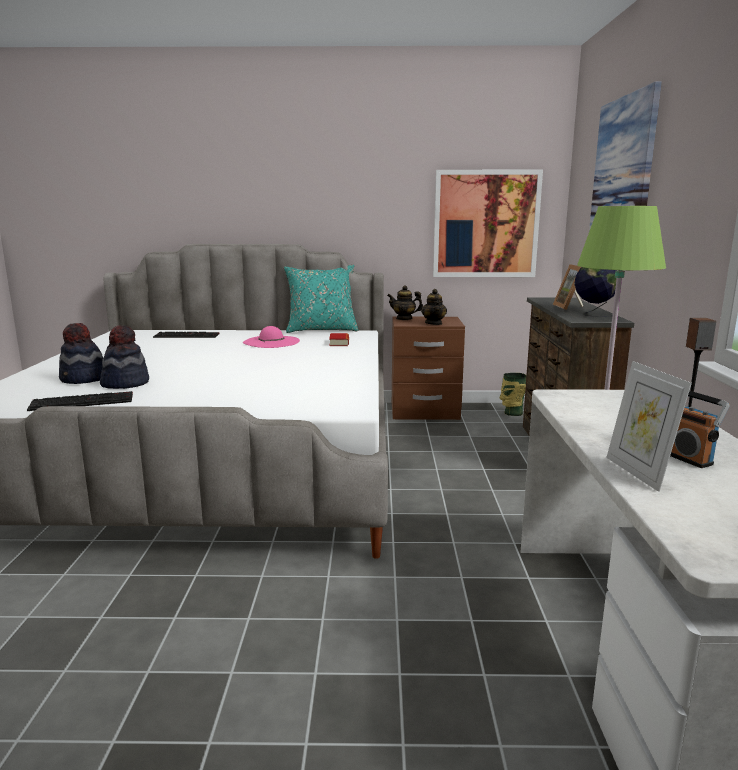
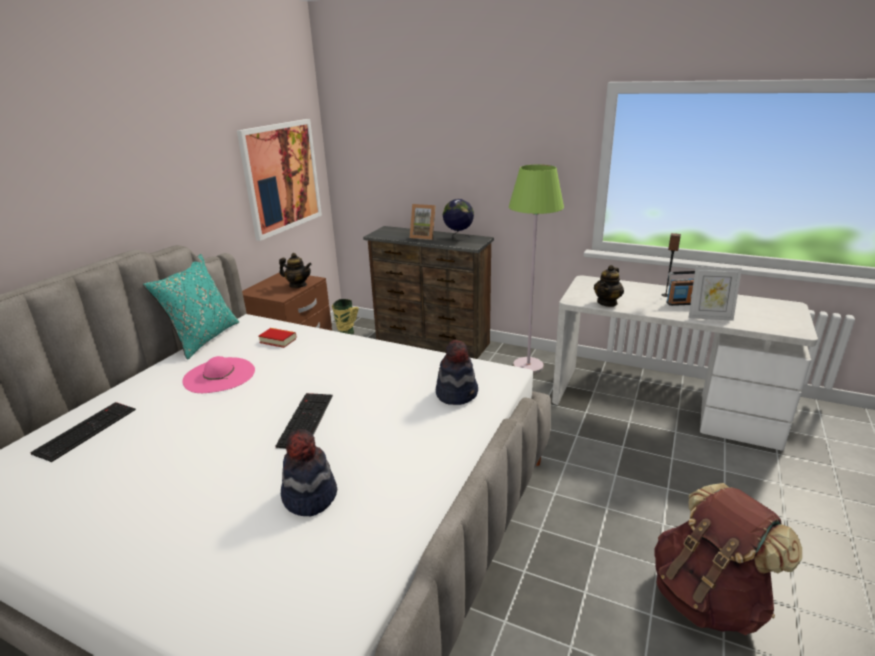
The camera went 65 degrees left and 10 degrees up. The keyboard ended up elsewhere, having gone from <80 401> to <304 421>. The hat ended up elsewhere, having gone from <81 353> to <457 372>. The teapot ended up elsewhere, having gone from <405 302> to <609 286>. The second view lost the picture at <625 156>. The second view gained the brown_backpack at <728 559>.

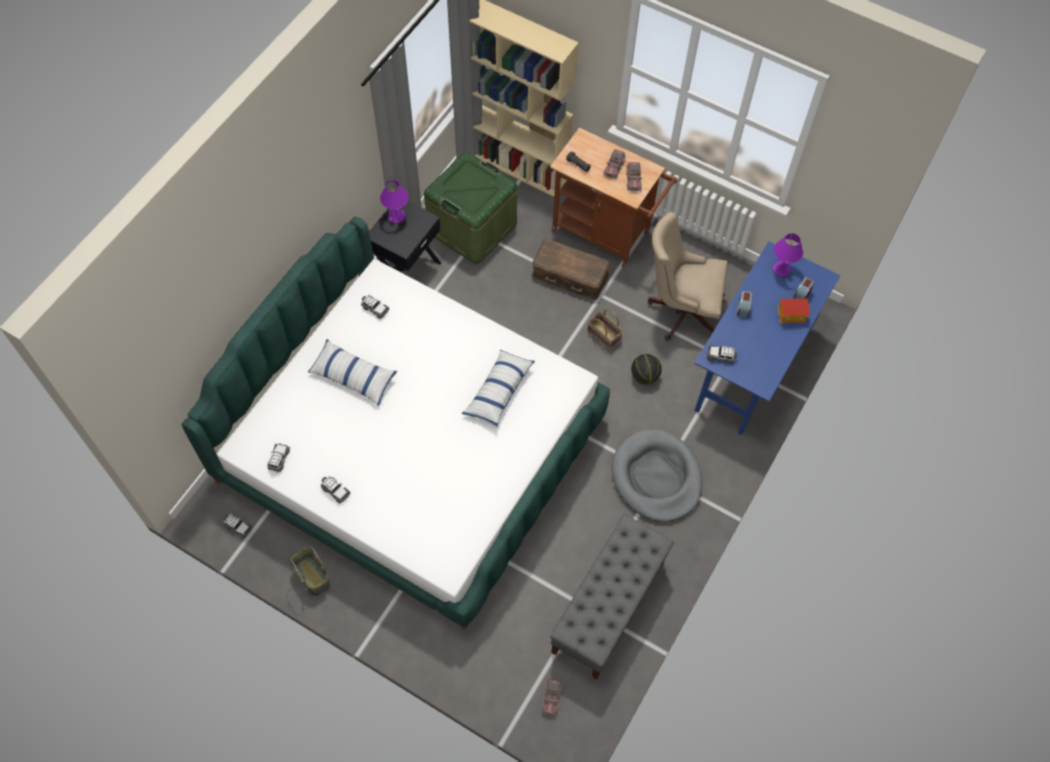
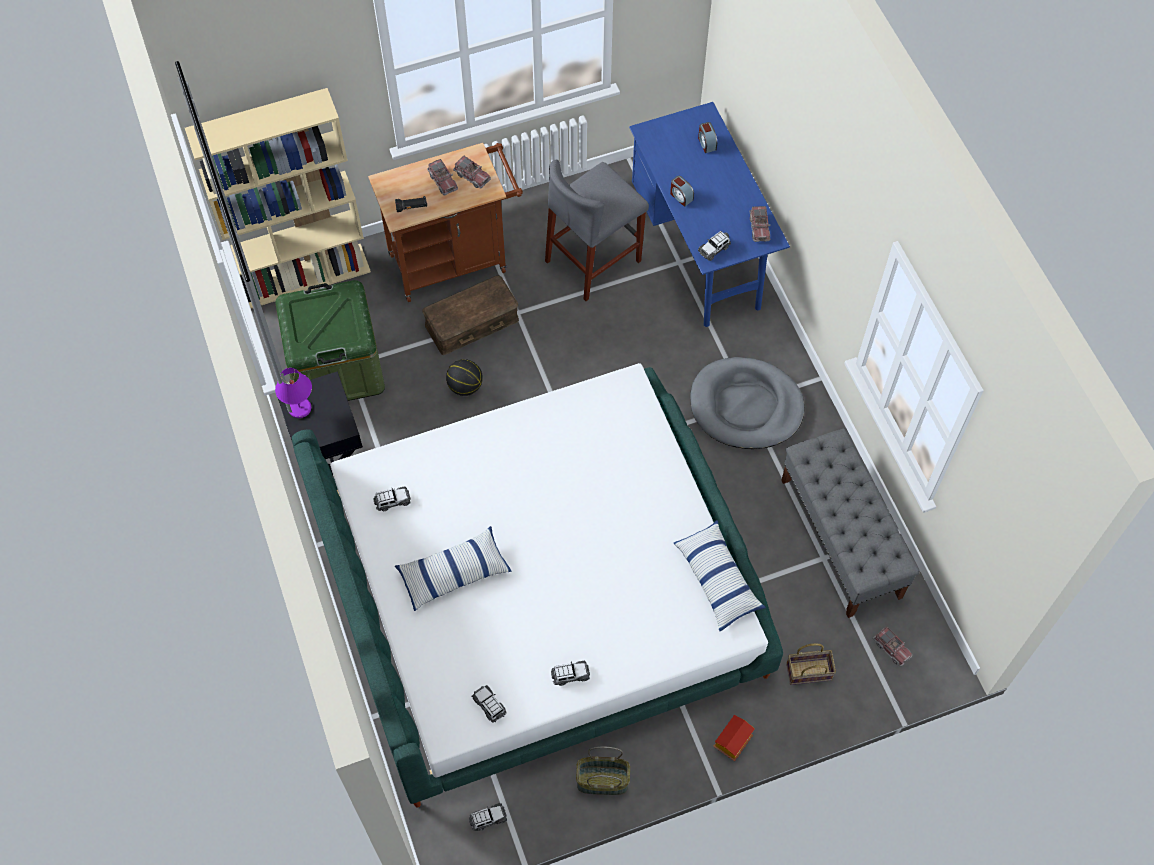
The camera went 50 degrees left and 0 degrees up. The pillow ended up elsewhere, having gone from <498 388> to <720 575>. The basket ended up elsewhere, having gone from <605 329> to <811 664>. The basketball ended up elsewhere, having gone from <646 369> to <464 377>. Where the beige_office_chair stood at <688 276>, the grey_stool came to stand at <597 230>. The second view lost the purple_table_lamp at <788 255>. The toy_house ended up elsewhere, having gone from <793 310> to <734 738>. The second view gained the toy_truck at <760 224>.

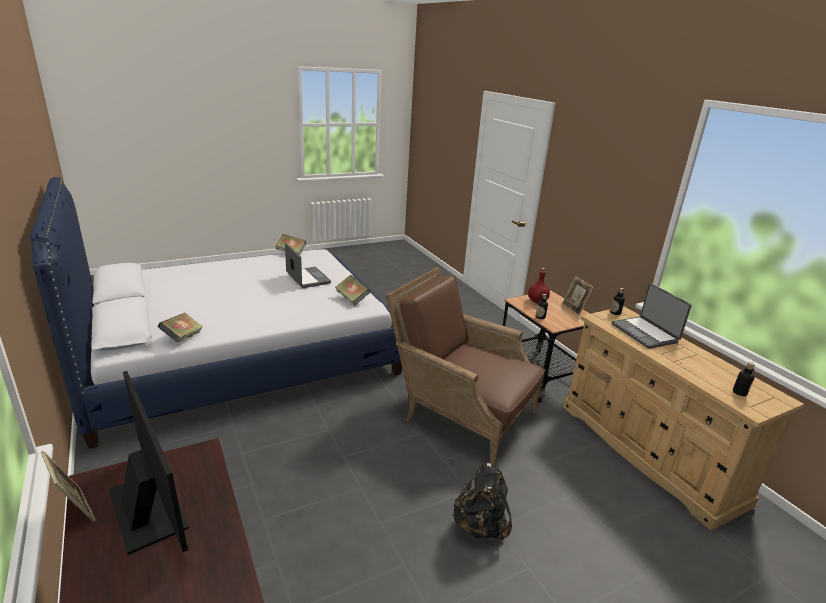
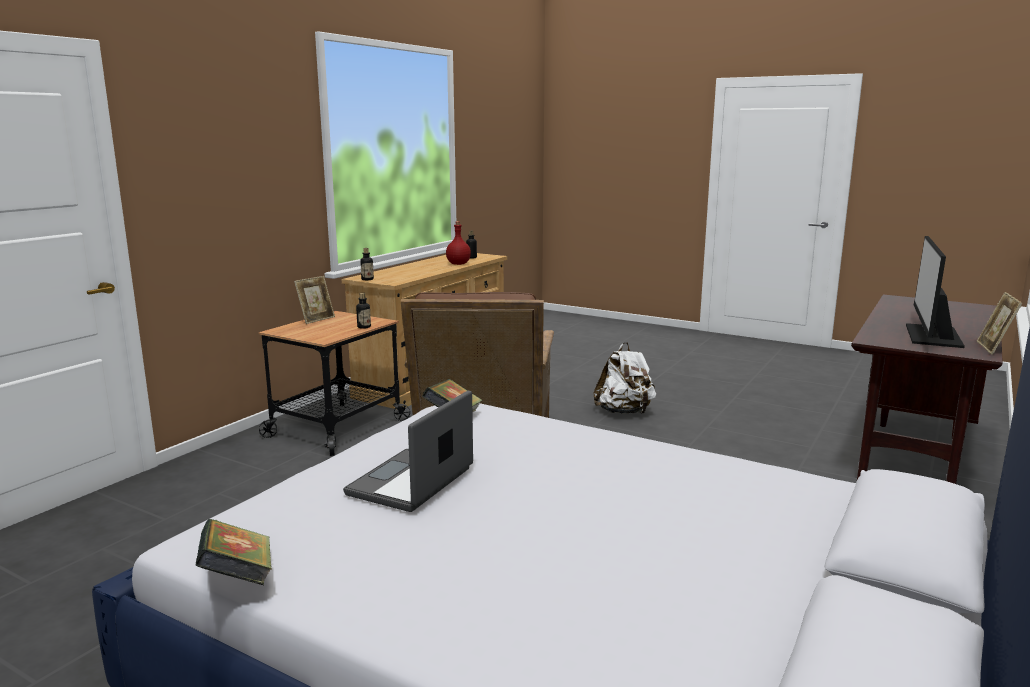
The camera went 120 degrees left and 10 degrees down. The second view lost the book at <180 327>. What was the black_backpack at <482 502> turned into the white_backpack at <625 378>. The red_bottle ended up elsewhere, having gone from <539 285> to <458 243>. The second view lost the laptop at <652 316>.

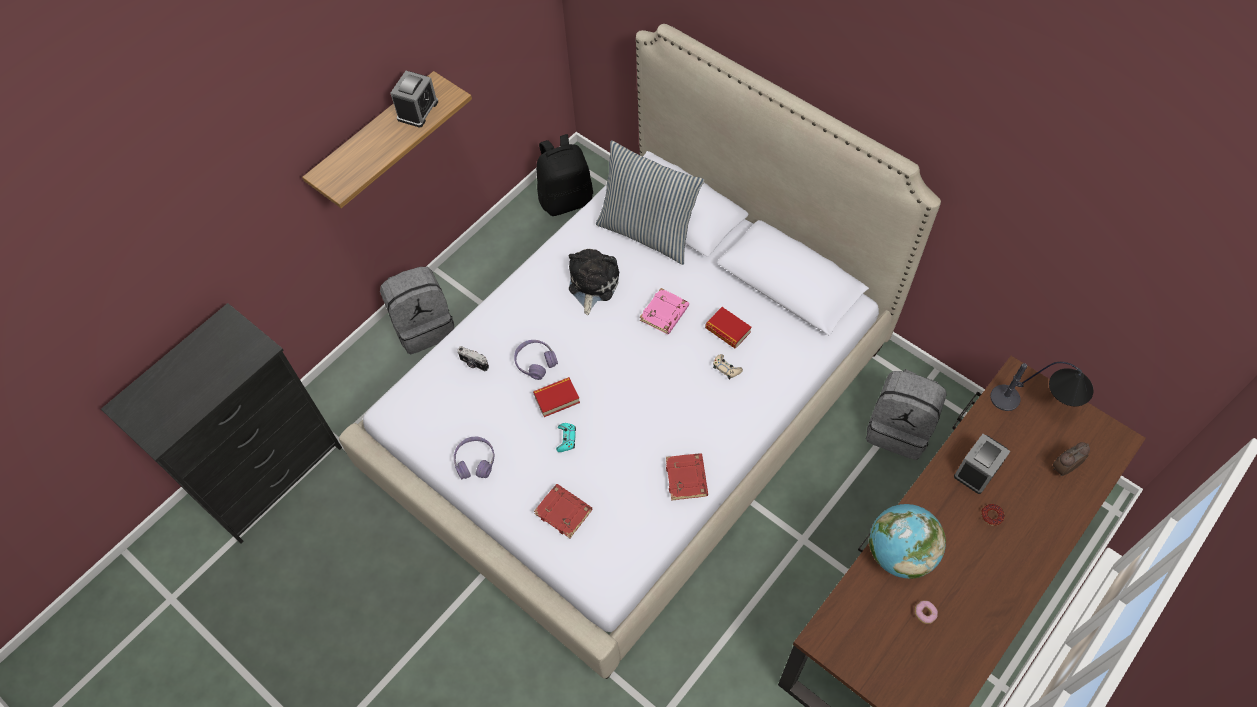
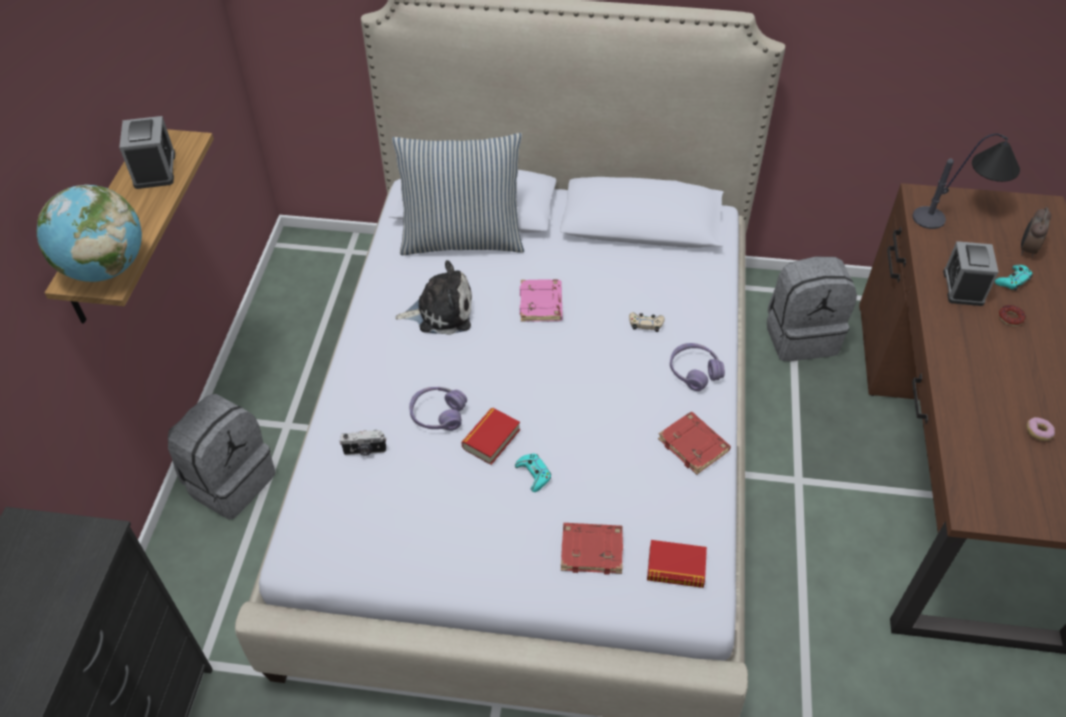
The camera went 35 degrees left and 10 degrees down. The purple_headphones ended up elsewhere, having gone from <474 458> to <697 367>. The second view lost the black_backpack at <564 175>. The plush_toy at <593 282> ended up facing another way, 105 degrees clockwise from before. The book ended up elsewhere, having gone from <728 327> to <677 564>. The globe ended up elsewhere, having gone from <907 541> to <89 233>. The second view gained the turquoise_game_controller at <1014 278>.

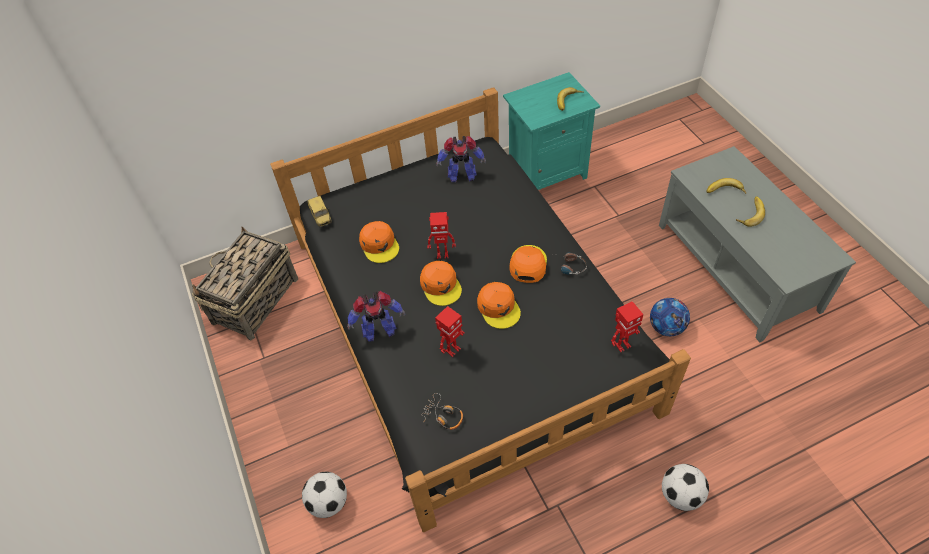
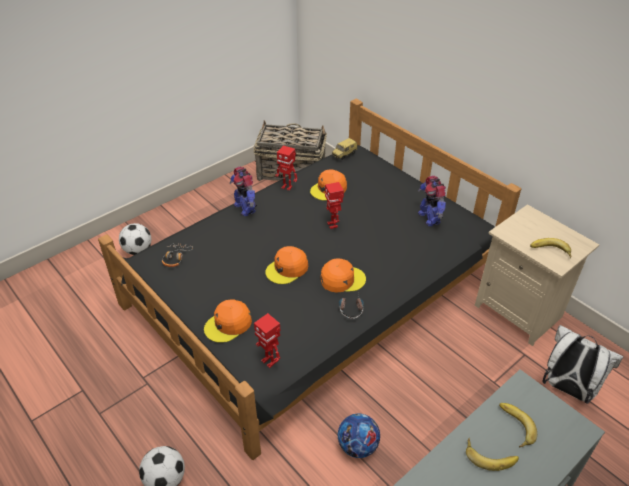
The camera went 70 degrees right and 10 degrees down. The orange_cap ended up elsewhere, having gone from <441 283> to <228 321>. The toy_robot ended up elsewhere, having gone from <450 331> to <286 168>. What was the turquoise_nightstand at <551 131> turned into the beige_nightstand at <537 275>. The second view gained the white_backpack at <583 364>.

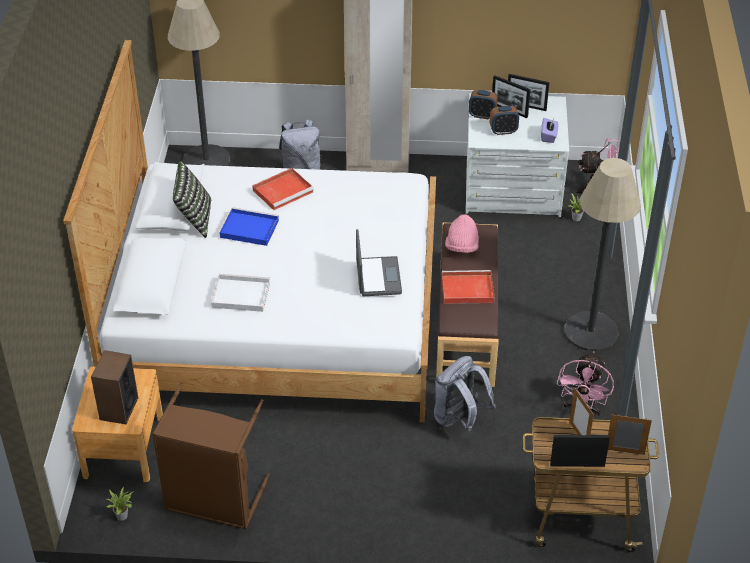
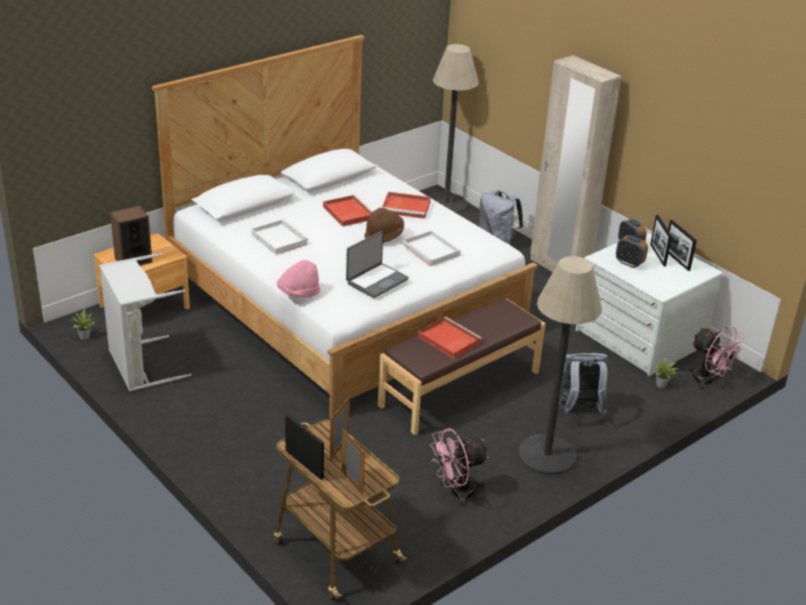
The camera went 45 degrees right and 10 degrees down. What was the brown_laundry_basket at <211 455> turned into the grey_laundry_basket at <145 322>. The second view lost the pillow at <192 199>. What was the blue_tray at <249 226> turned into the red_tray at <348 211>. The grey_backpack ended up elsewhere, having gone from <465 393> to <583 384>. The pink_hat ended up elsewhere, having gone from <462 233> to <298 279>. The second view lost the purple_tissue_box at <549 130>. The second view gained the brown_hat at <384 225>. The second view gained the white_tray at <431 248>.

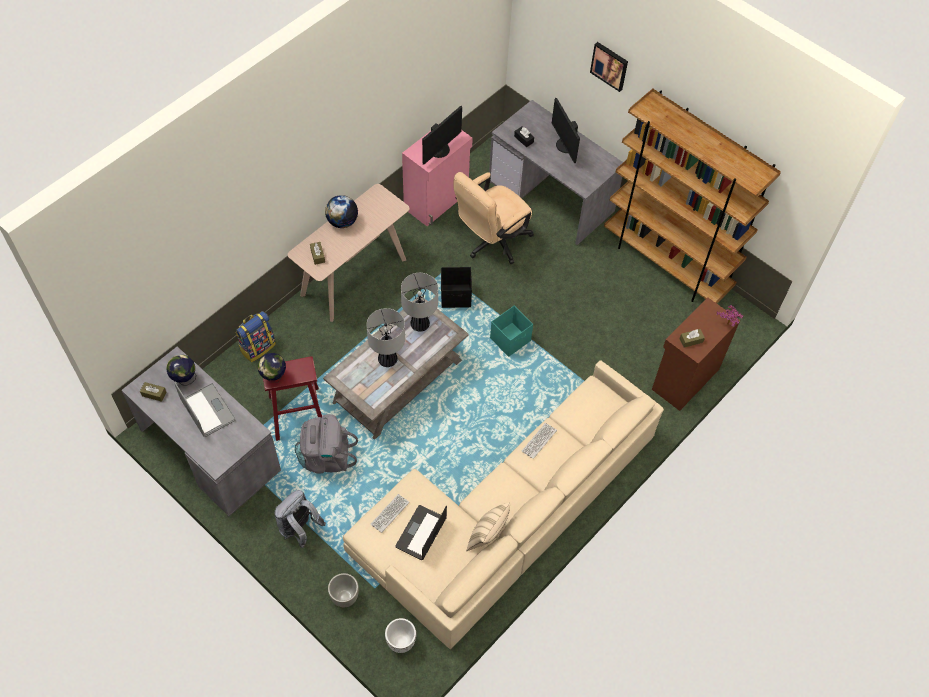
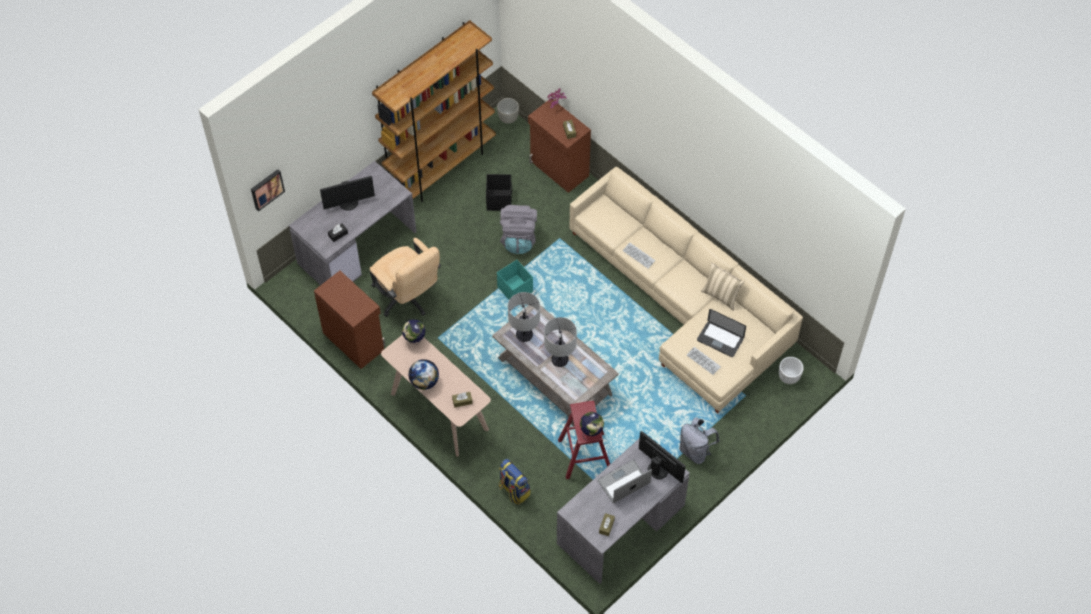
The camera went 85 degrees left and 0 degrees up. The globe ended up elsewhere, having gone from <181 370> to <413 332>. The grey_backpack ended up elsewhere, having gone from <326 444> to <518 229>. The grey_planter ended up elsewhere, having gone from <343 590> to <508 111>. What was the pink_cabinet at <437 178> turned into the brown_cabinet at <349 320>. The monitor ended up elsewhere, having gone from <442 135> to <662 457>. The black_storage_box ended up elsewhere, having gone from <456 287> to <499 192>. The picture ended up elsewhere, having gone from <609 67> to <268 190>.

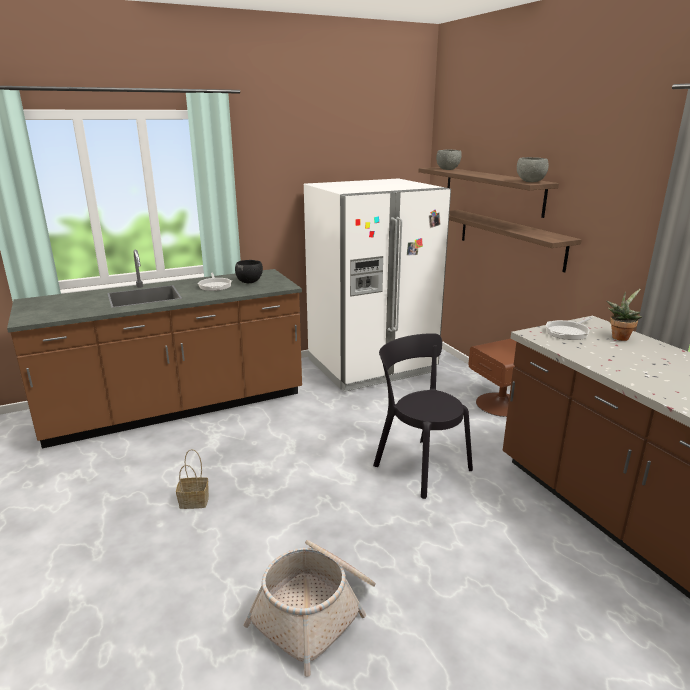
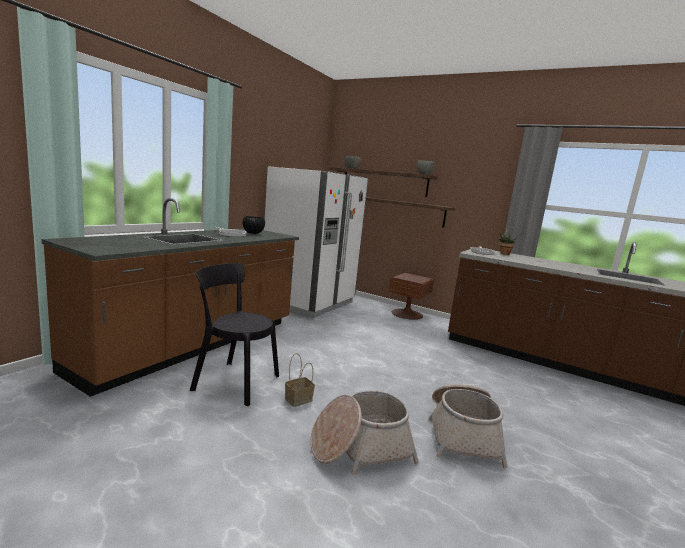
The camera went 35 degrees left and 10 degrees down. The black_chair ended up elsewhere, having gone from <423 416> to <234 334>. The second view gained the basket at <364 432>.

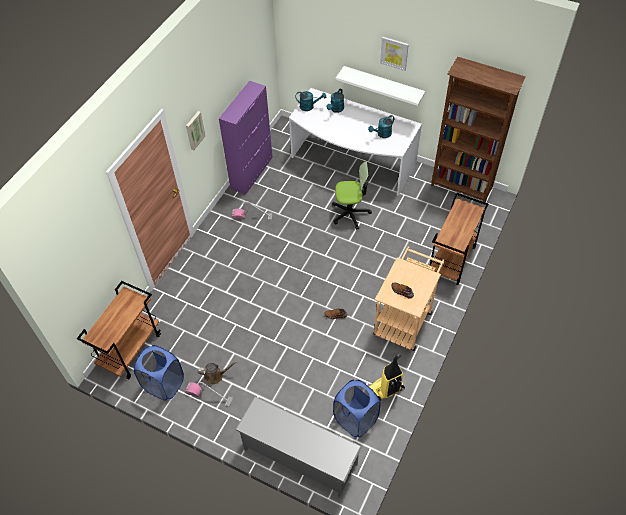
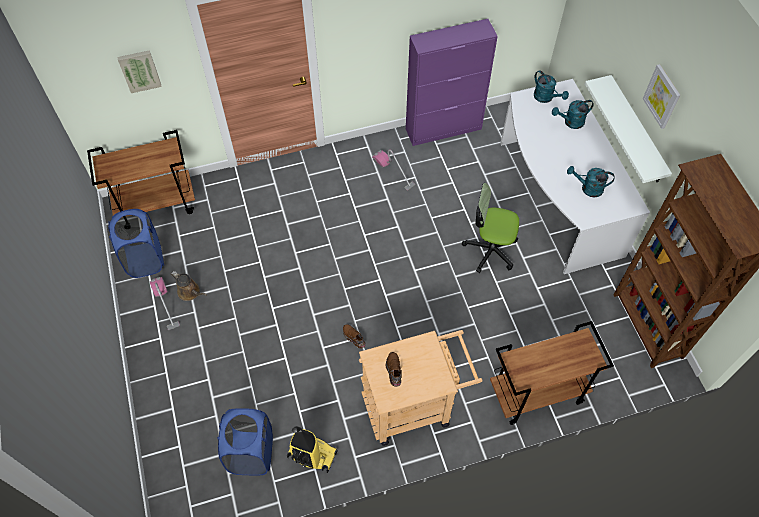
The camera went 45 degrees right and 5 degrees up. The picture ended up elsewhere, having gone from <196 131> to <140 71>. The second view lost the grey_shoe_rack at <298 446>. The office_chair at <352 195> ended up facing another way, 150 degrees clockwise from before.

